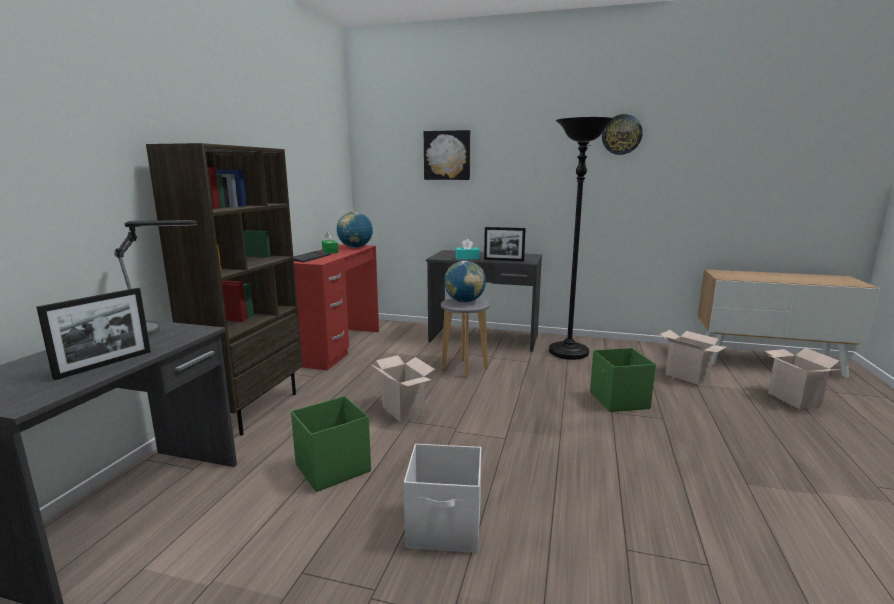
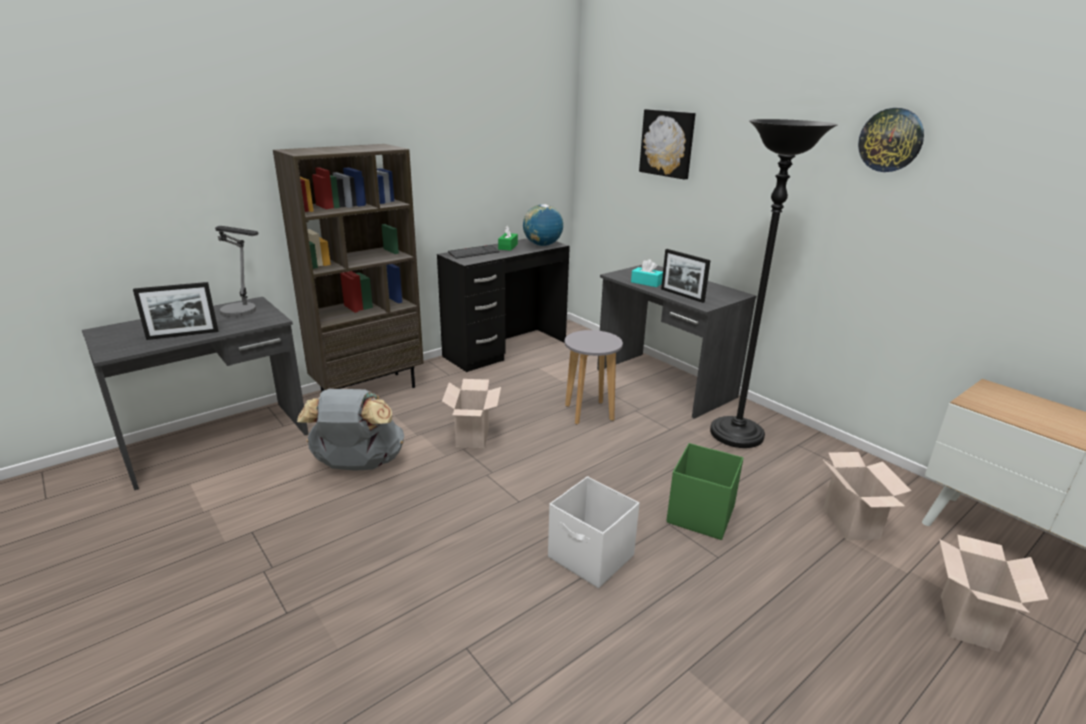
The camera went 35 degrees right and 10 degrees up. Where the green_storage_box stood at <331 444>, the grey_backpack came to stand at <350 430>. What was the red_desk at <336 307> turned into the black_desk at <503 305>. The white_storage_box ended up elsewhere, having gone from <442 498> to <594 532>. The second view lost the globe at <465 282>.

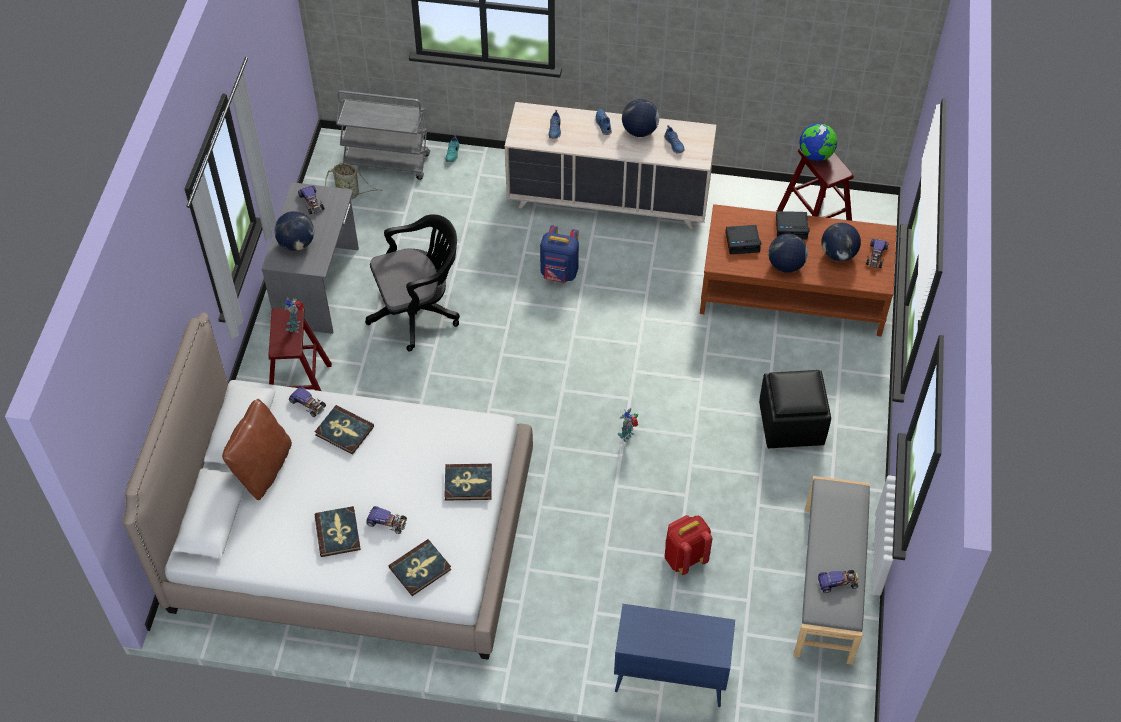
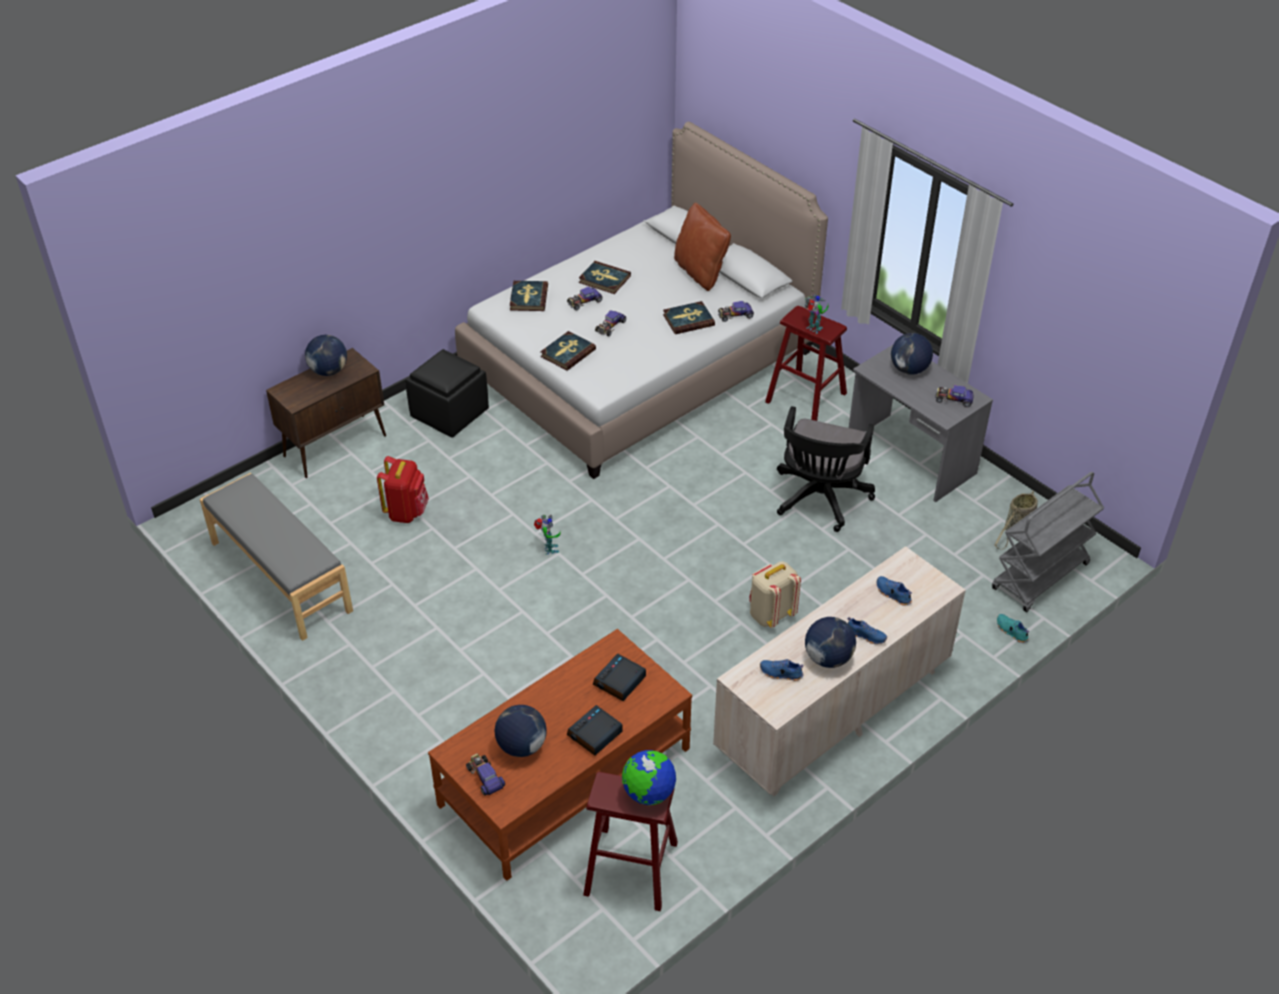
The camera went 130 degrees right and 10 degrees down. What was the blue_backpack at <559 254> turned into the beige_backpack at <775 594>. What was the blue_cabinet at <674 655> turned into the brown_cabinet at <326 413>. The black_ottoman ended up elsewhere, having gone from <795 409> to <447 393>. The globe ended up elsewhere, having gone from <788 253> to <326 355>. The toy_car ended up elsewhere, having gone from <838 581> to <610 323>.

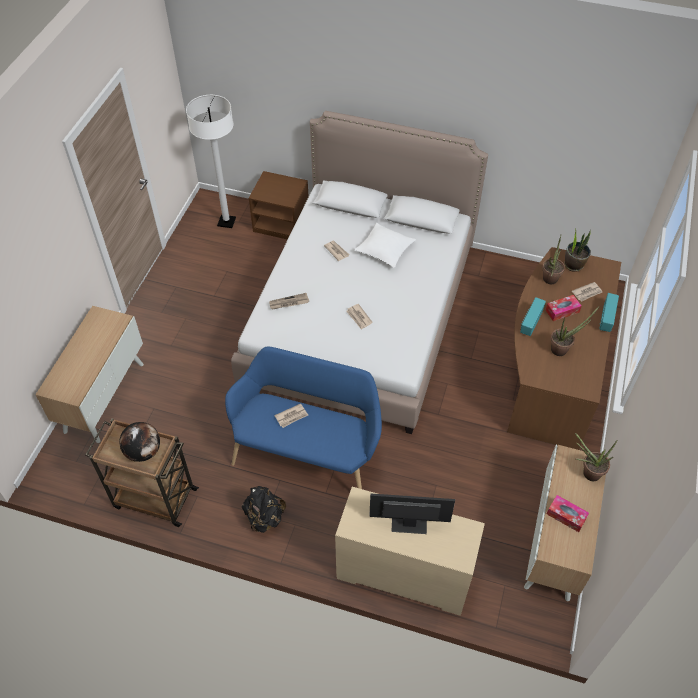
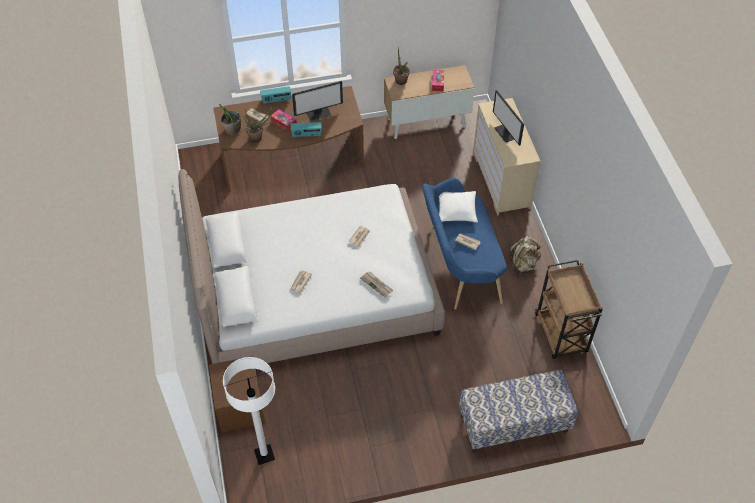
The camera went 120 degrees left and 0 degrees up. Where the cabinet stood at <89 374>, the bench came to stand at <518 411>. The second view lost the globe at <139 442>. What was the black_backpack at <264 509> turned into the beige_backpack at <525 255>. The white_pillow ended up elsewhere, having gone from <385 245> to <458 207>. Where the potted_plant stood at <574 331>, the monitor came to stand at <317 101>.

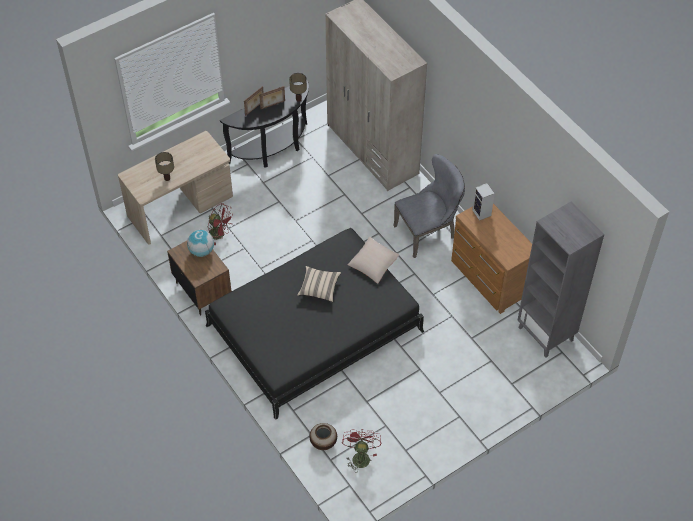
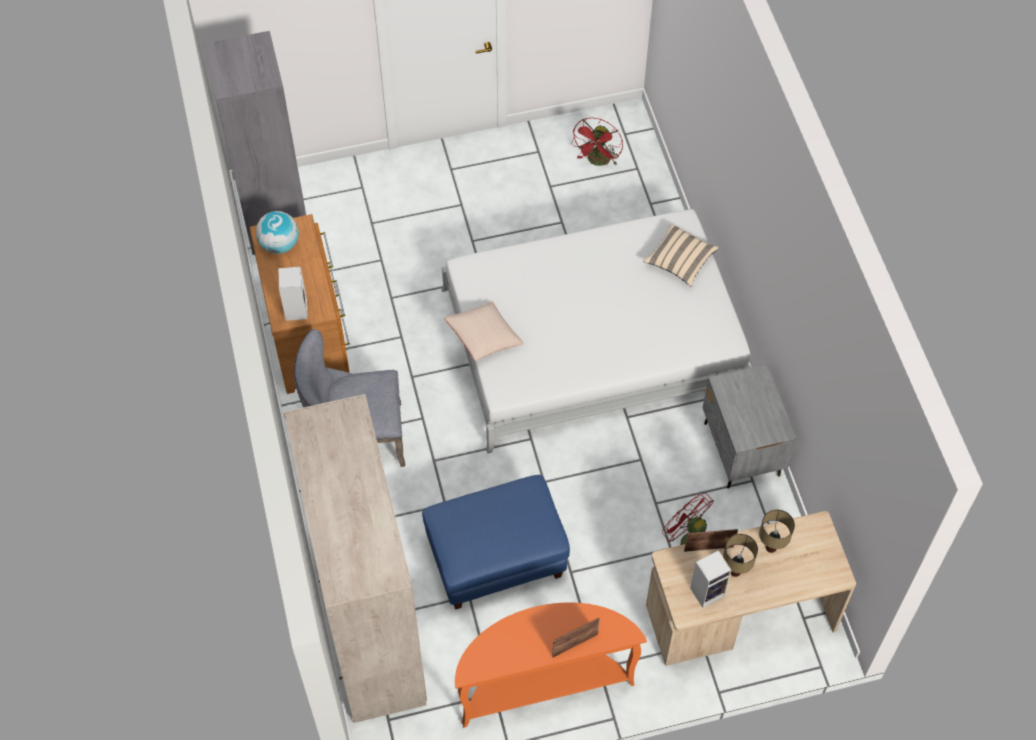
The camera went 160 degrees left and 5 degrees up. What was the brown_nightstand at <199 278> turned into the grey_nightstand at <750 426>. The globe ended up elsewhere, having gone from <200 243> to <277 232>. What was the black_bed at <314 324> turned into the white_bed at <596 331>. What was the black_console_table at <264 123> turned into the orange_console_table at <551 665>. The picture_frame ended up elsewhere, having gone from <272 97> to <711 540>. The table_lamp ended up elsewhere, having gone from <298 87> to <740 555>. The beige_pillow ended up elsewhere, having gone from <319 284> to <681 255>. The second view lost the vase at <323 436>. The second view gained the blue_ottoman at <496 542>. The second view gained the speaker at <711 579>.

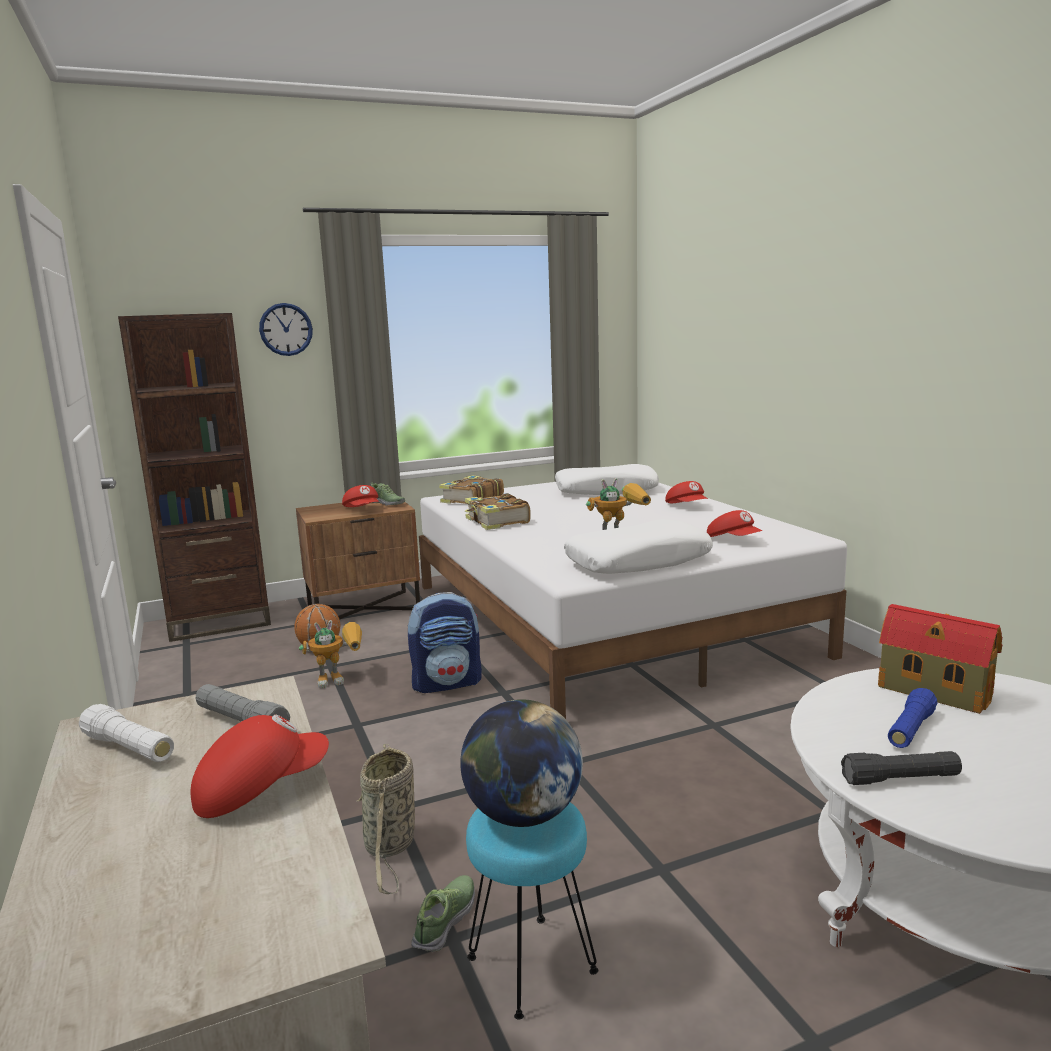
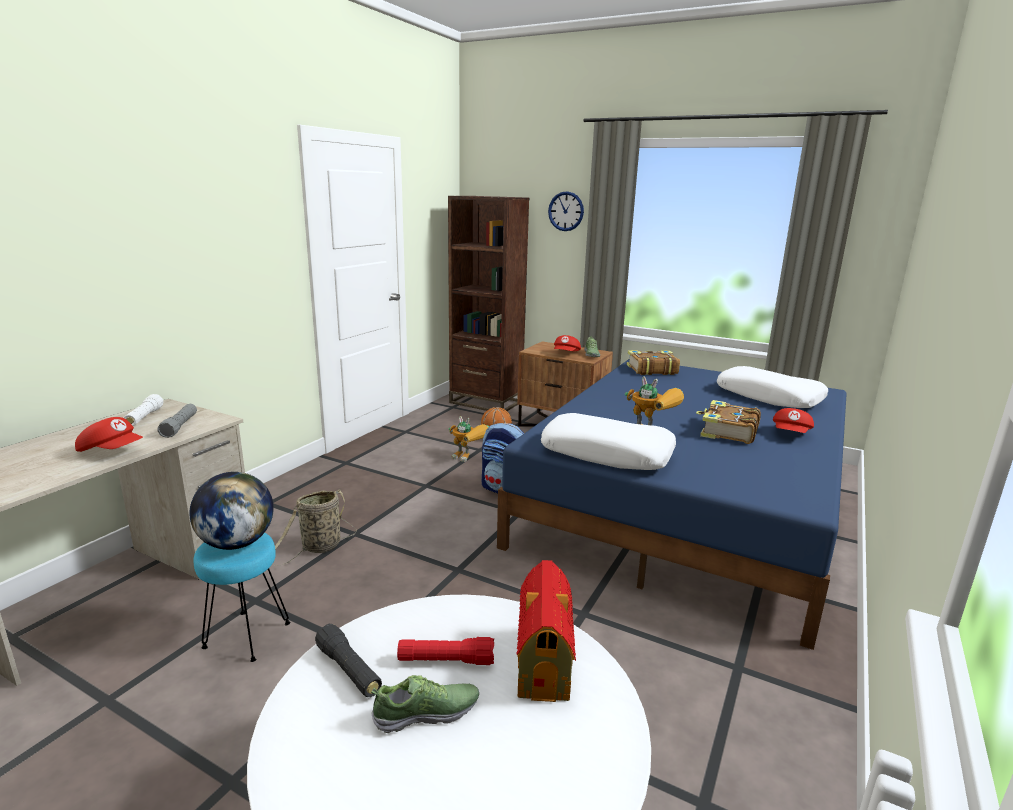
The camera went 50 degrees right and 5 degrees up. The shoe ended up elsewhere, having gone from <443 913> to <425 704>. What was the white_bed at <633 600> turned into the blue_bed at <671 504>. The book ended up elsewhere, having gone from <498 511> to <728 422>. The second view lost the red_cap at <734 523>. What was the blue_flashlight at <913 718> turned into the red_flashlight at <445 651>.

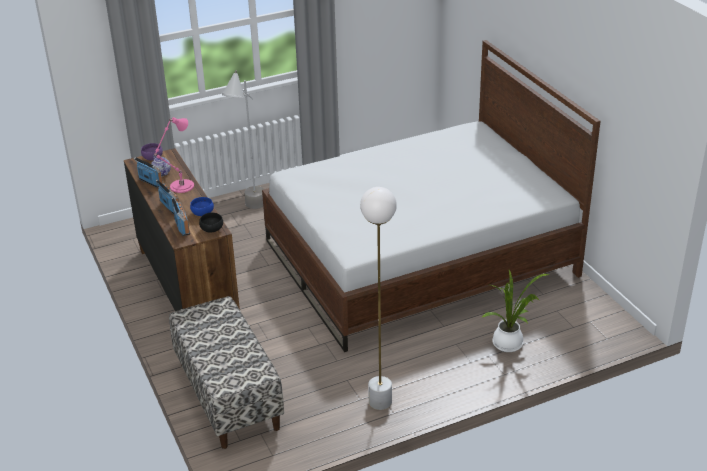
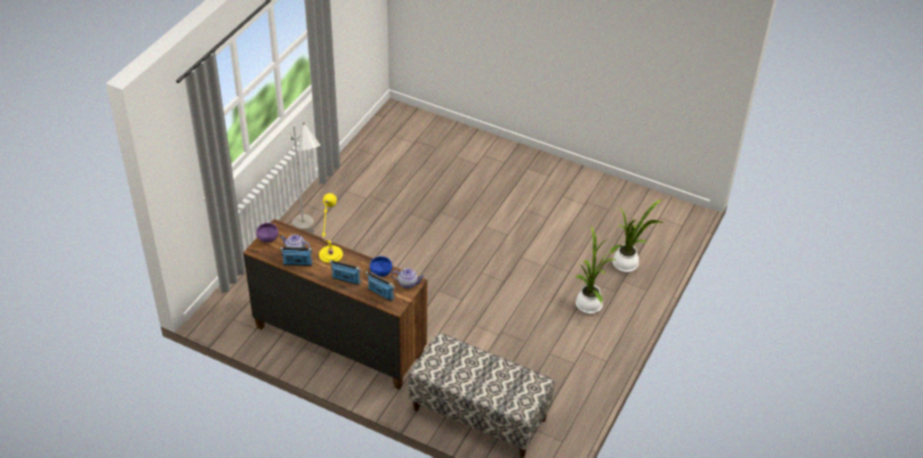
The camera went 40 degrees left and 10 degrees up. What was the pink_table_lamp at <174 155> turned into the yellow_table_lamp at <331 228>. Where the black_bowl stood at <211 223>, the teapot came to stand at <408 278>. The second view lost the bed at <431 196>. The second view lost the white_floor_lamp at <378 298>. The second view gained the potted_plant at <596 270>.

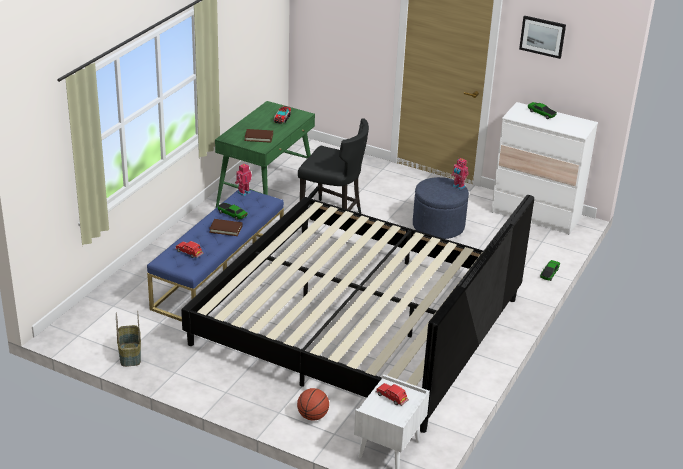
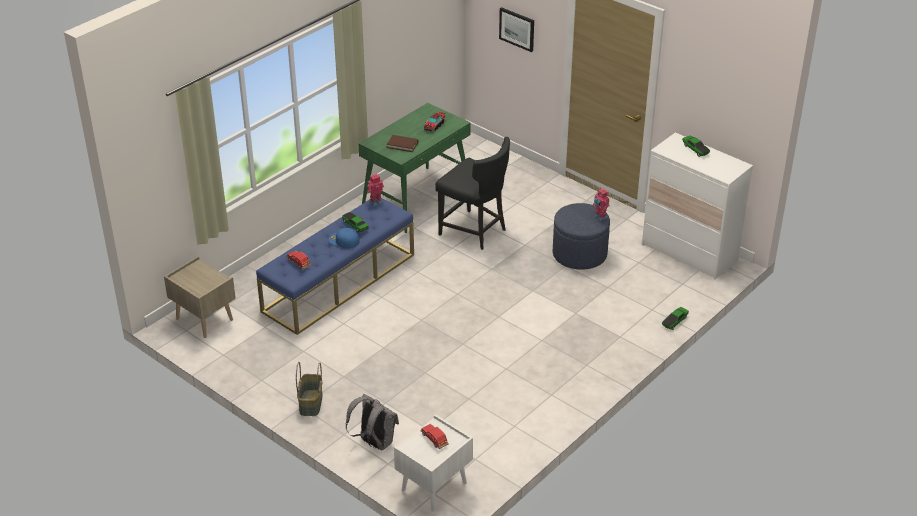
The camera went 15 degrees right and 5 degrees up. The basket ended up elsewhere, having gone from <128 339> to <309 389>. The second view lost the bed at <357 314>. Where the brown_book stood at <226 227>, the blue_cap came to stand at <344 238>. Where the basketball stood at <313 404>, the grey_backpack came to stand at <372 422>. The picture ended up elsewhere, having gone from <542 37> to <516 29>. The second view gained the beige_nightstand at <200 297>.

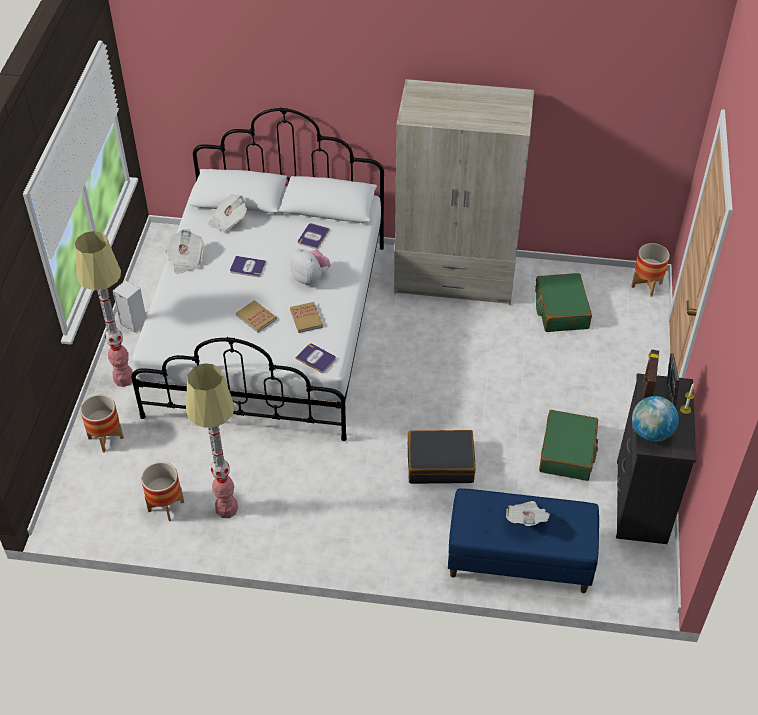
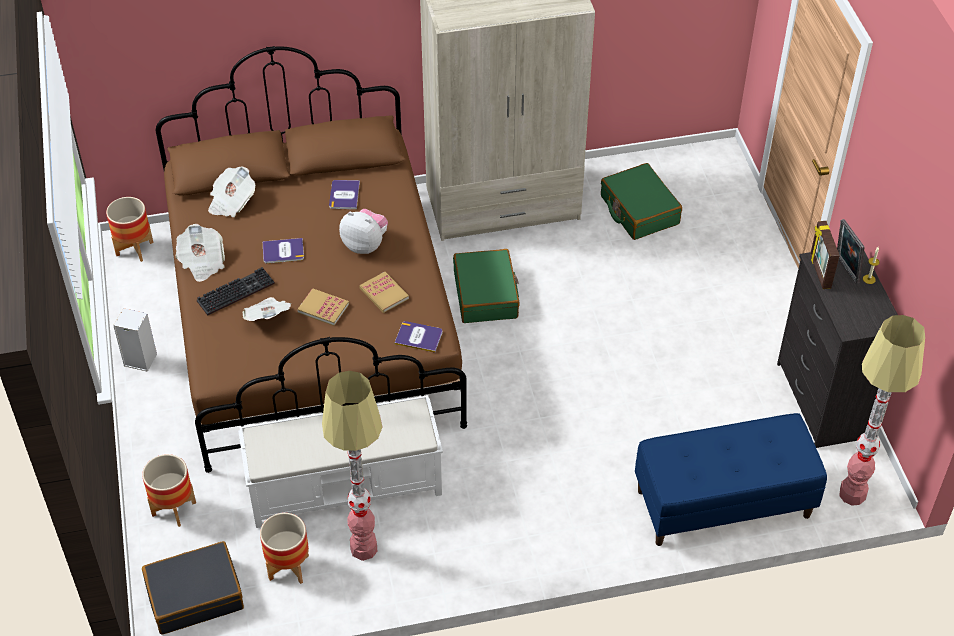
The camera went 20 degrees left and 0 degrees up. The floor_lamp ended up elsewhere, having gone from <104 309> to <882 410>. What was the white_bed at <257 274> turned into the brown_bed at <311 259>. The black_suitcase ended up elsewhere, having gone from <442 457> to <193 588>. The newspaper ended up elsewhere, having gone from <528 513> to <267 309>. The green_suitcase ended up elsewhere, having gone from <568 445> to <486 286>. The planter ended up elsewhere, having gone from <650 269> to <129 229>. The second view lost the globe at <655 419>. The second view gained the keyboard at <236 291>. The second view gained the white_bench at <340 461>.

